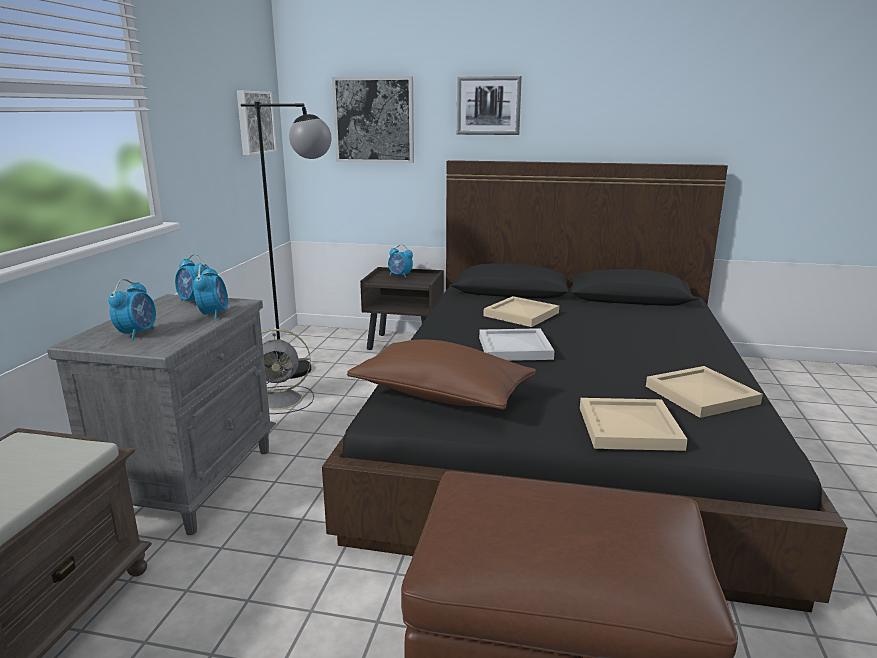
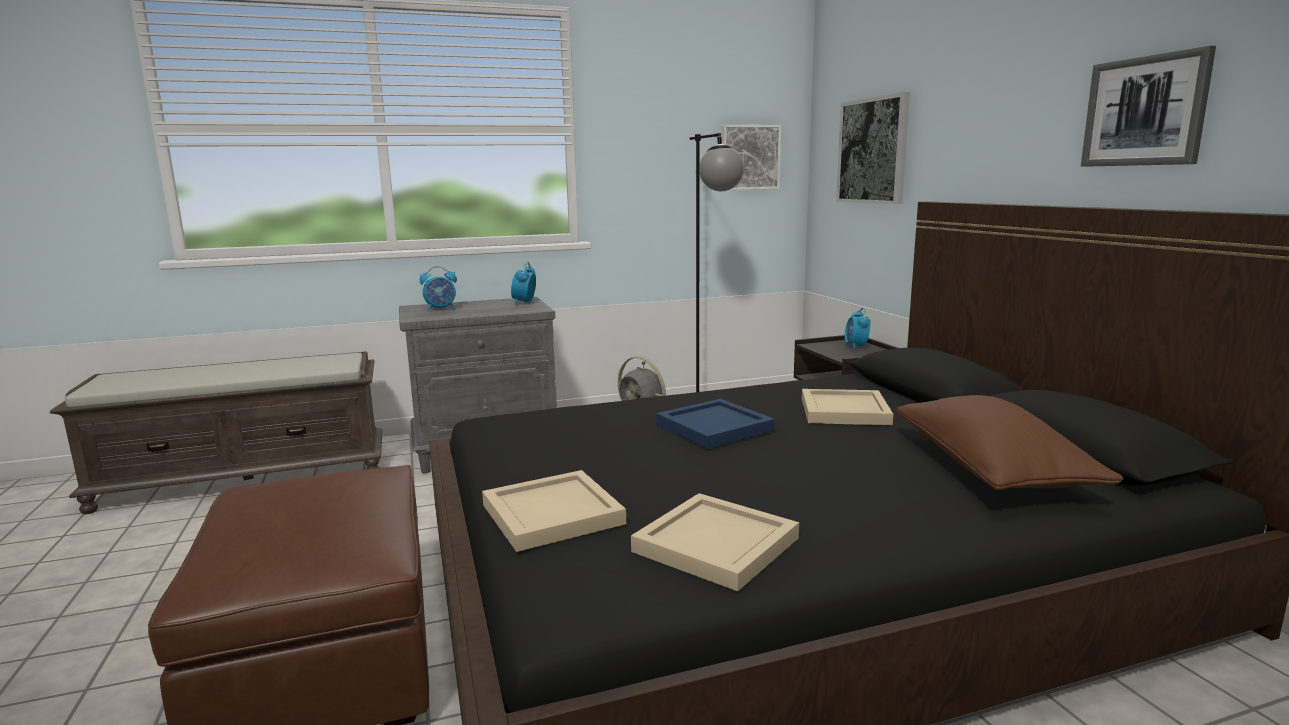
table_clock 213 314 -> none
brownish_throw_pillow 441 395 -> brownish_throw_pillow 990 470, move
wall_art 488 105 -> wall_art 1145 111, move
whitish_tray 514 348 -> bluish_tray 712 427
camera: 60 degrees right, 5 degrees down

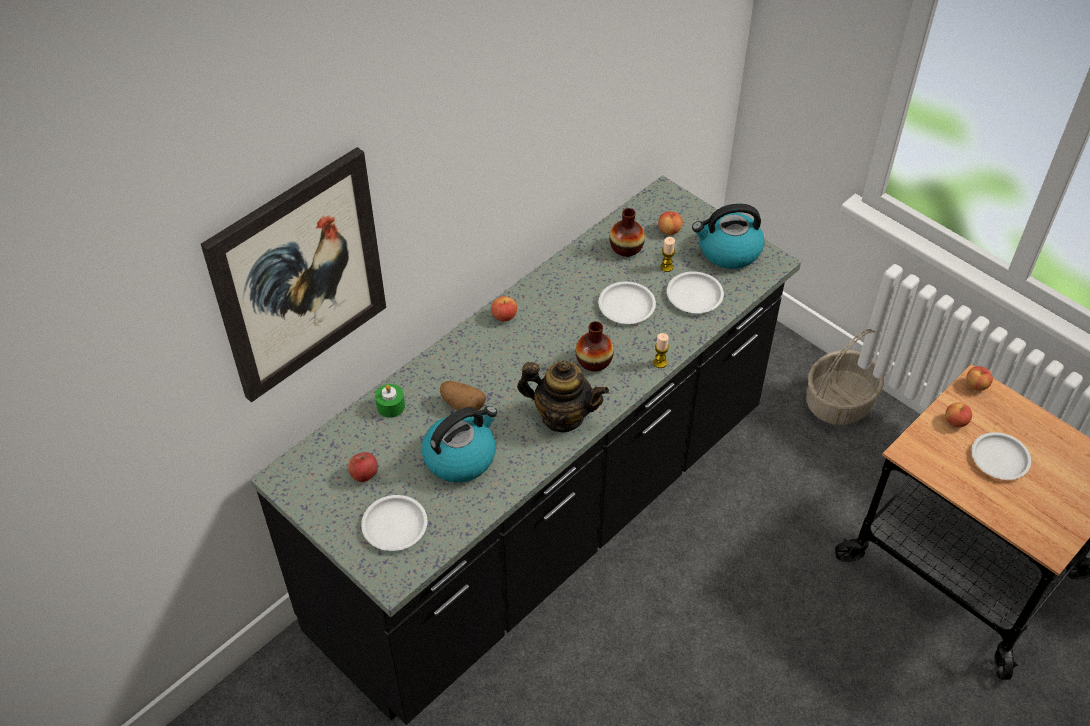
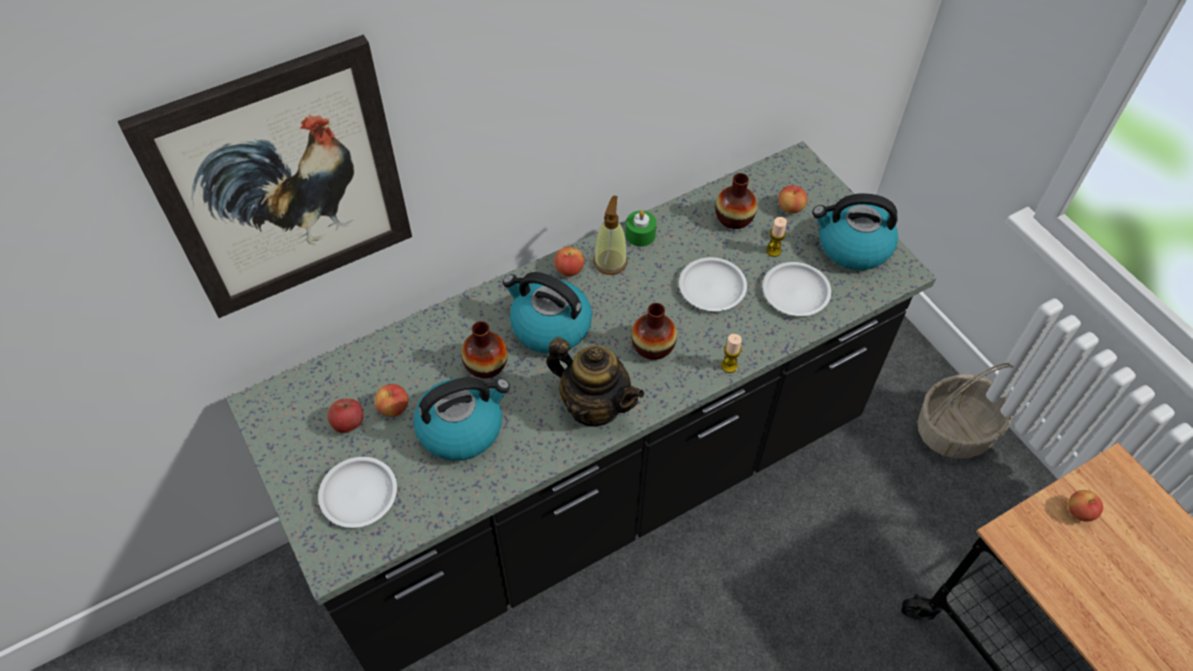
green_wax_light 391 406 -> green_wax_light 640 235, move
spud 462 404 -> decorative_vase 486 364
whole_apple 976 385 -> whole_apple 393 408, move
whitish_dinner_plate 999 458 -> none
none -> water_kettle 549 326
none -> liquid_soap_bottle 610 261
camera: 15 degrees right, 5 degrees up

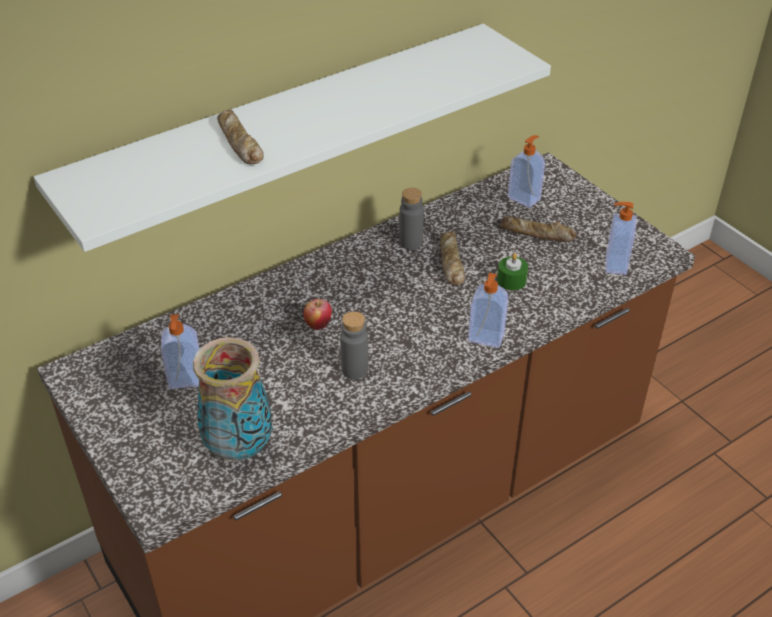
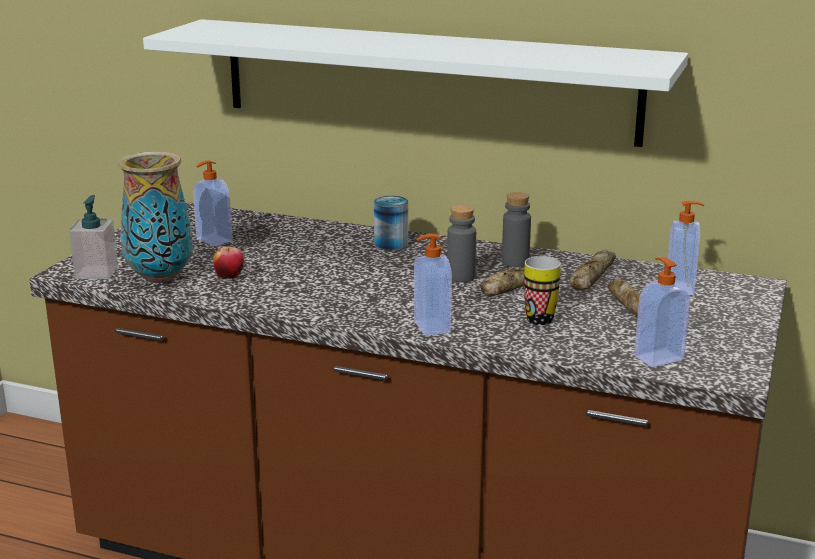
bakery_bread 239 143 -> bakery_bread 591 276, move
whole_apple 318 324 -> whole_apple 229 277, move
gray_bottle 355 369 -> gray_bottle 461 277, move
green_wax_light 511 280 -> mug 537 316
none -> liquid_soap_bottle 96 272
none -> can 391 244
camera: 55 degrees right, 20 degrees down

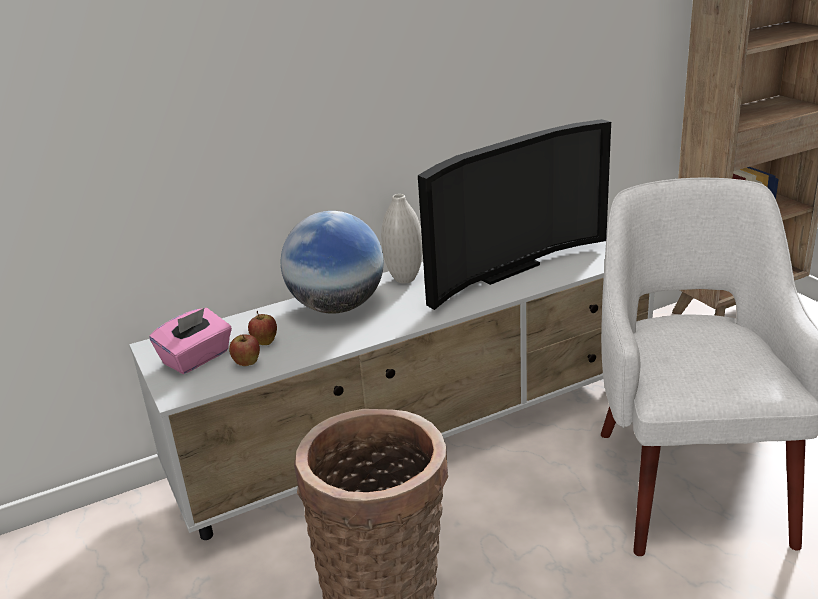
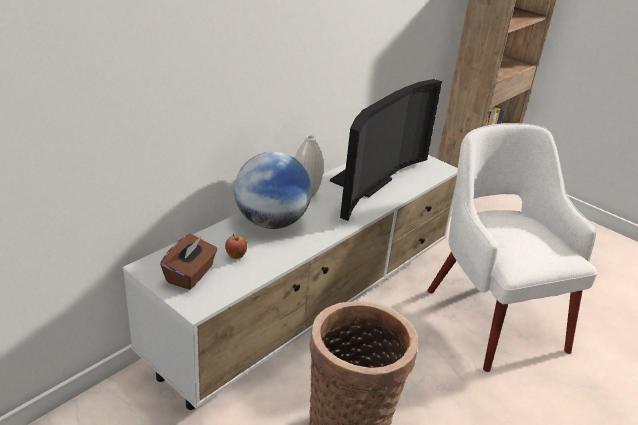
pink-coloured_box_of_tissues 197 358 -> brownish_box_of_tissues 190 275
whole_apple 247 364 -> none
camera: 25 degrees left, 5 degrees up

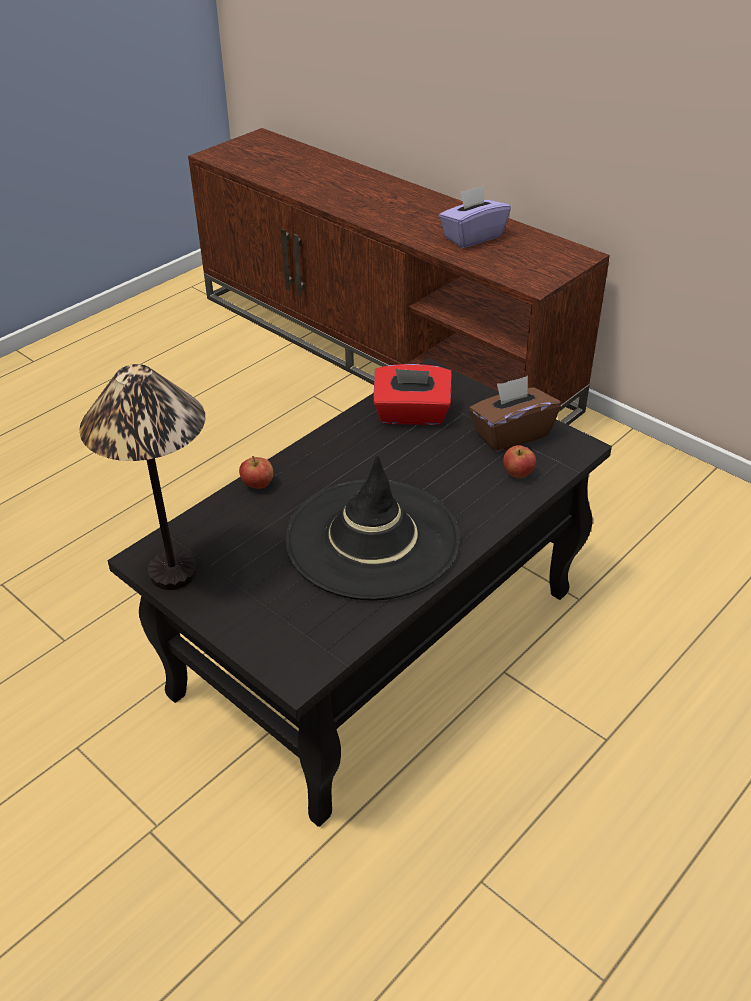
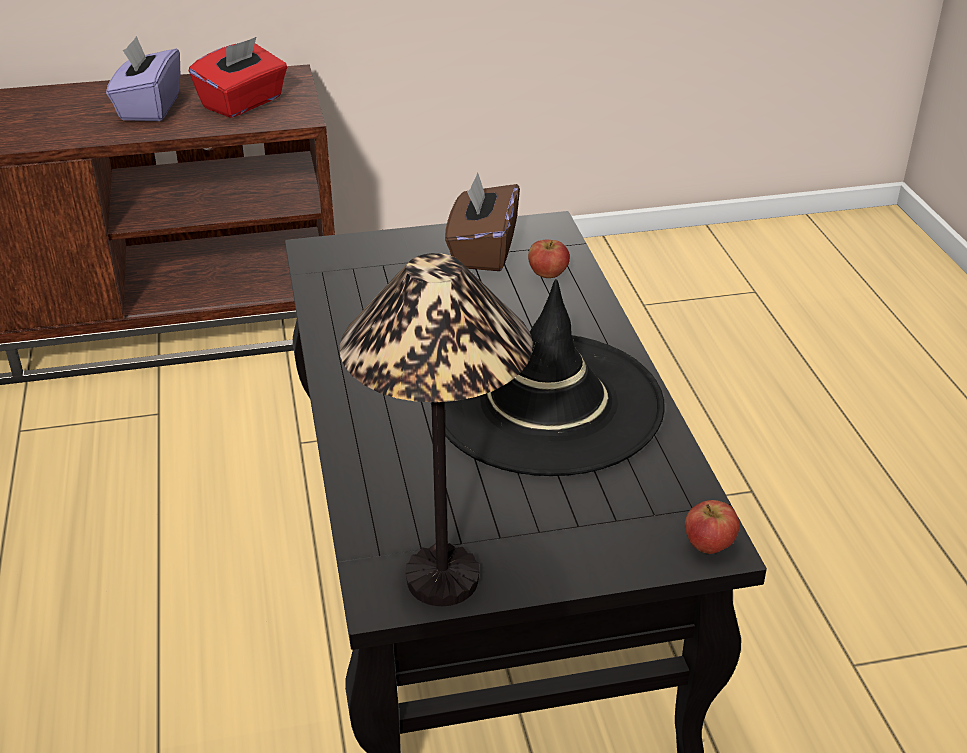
whole_apple 258 485 -> whole_apple 709 546, move
red-coloured_box_of_tissues 411 415 -> red-coloured_box_of_tissues 243 103, move
camera: 55 degrees left, 5 degrees down

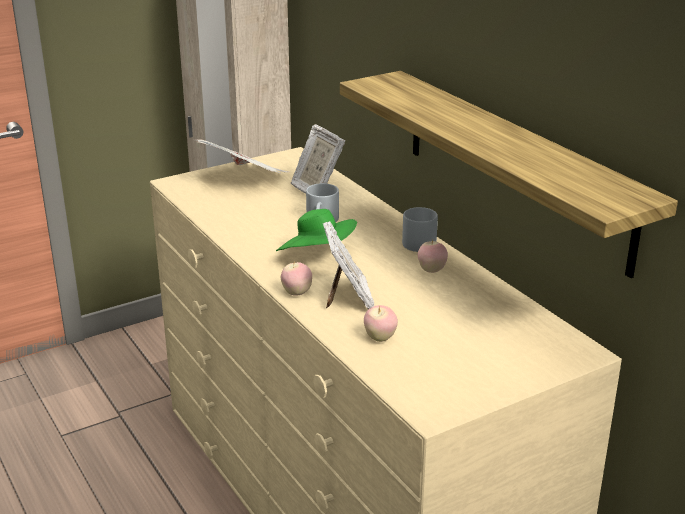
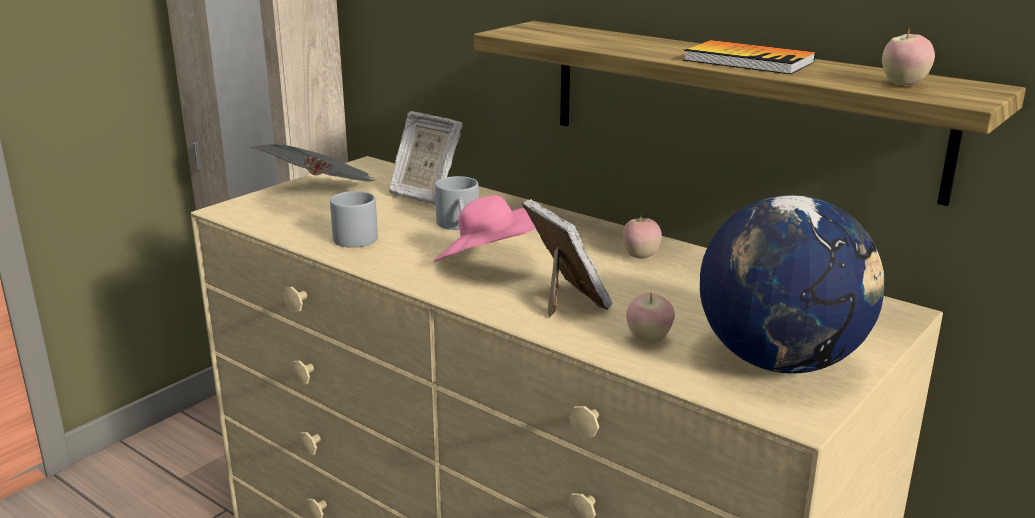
green_clothing_hat 318 256 -> pink-coloured_clothing_hat 487 262
whole_apple 297 293 -> whole_apple 903 85, move
gray_mug 417 241 -> gray_mug 352 236, move
none -> book 748 61
none -> globe 780 361
camera: 20 degrees left, 5 degrees down

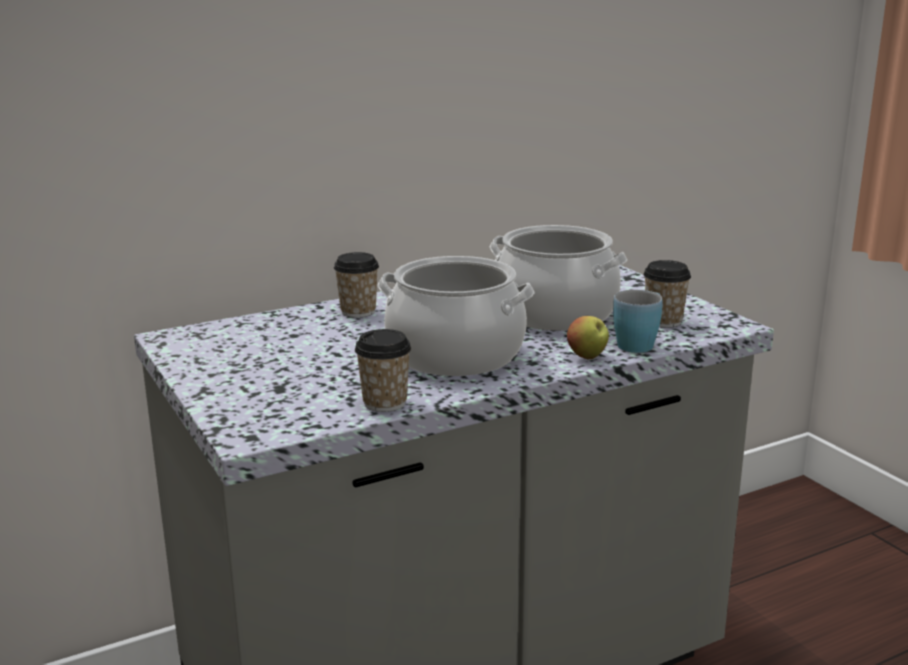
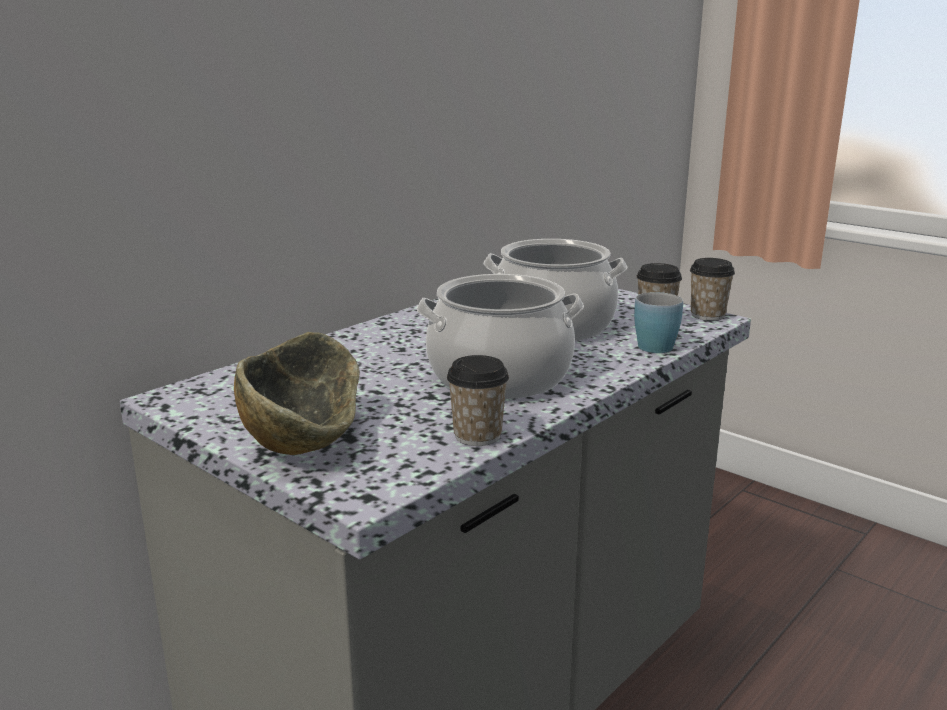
small_cup 358 311 -> small_cup 707 315, move
whole_apple 587 357 -> none
none -> deep_dish 305 443
camera: 20 degrees left, 0 degrees up

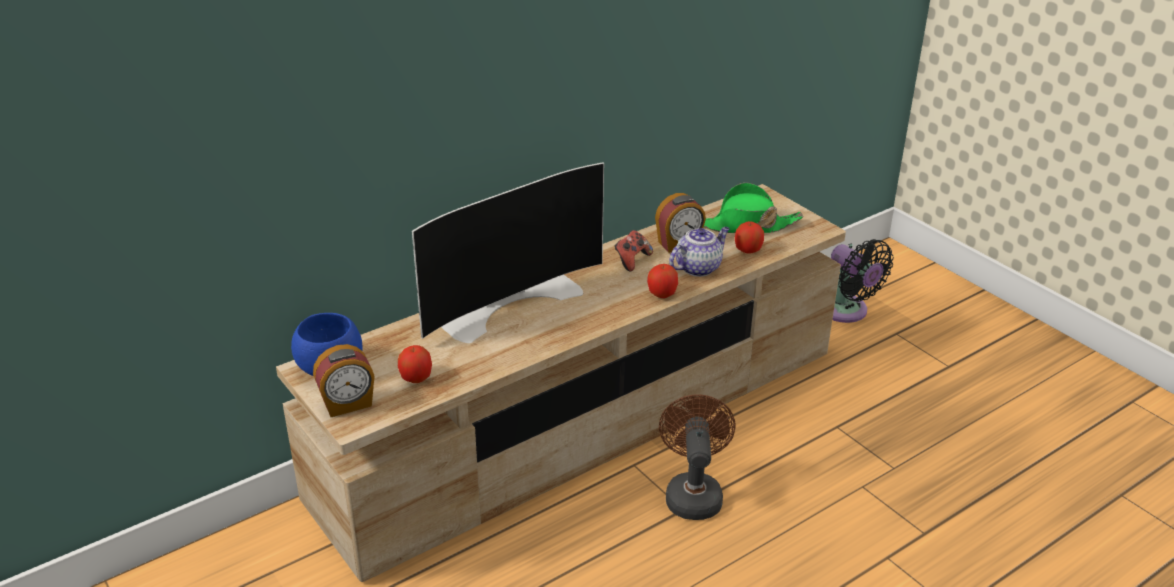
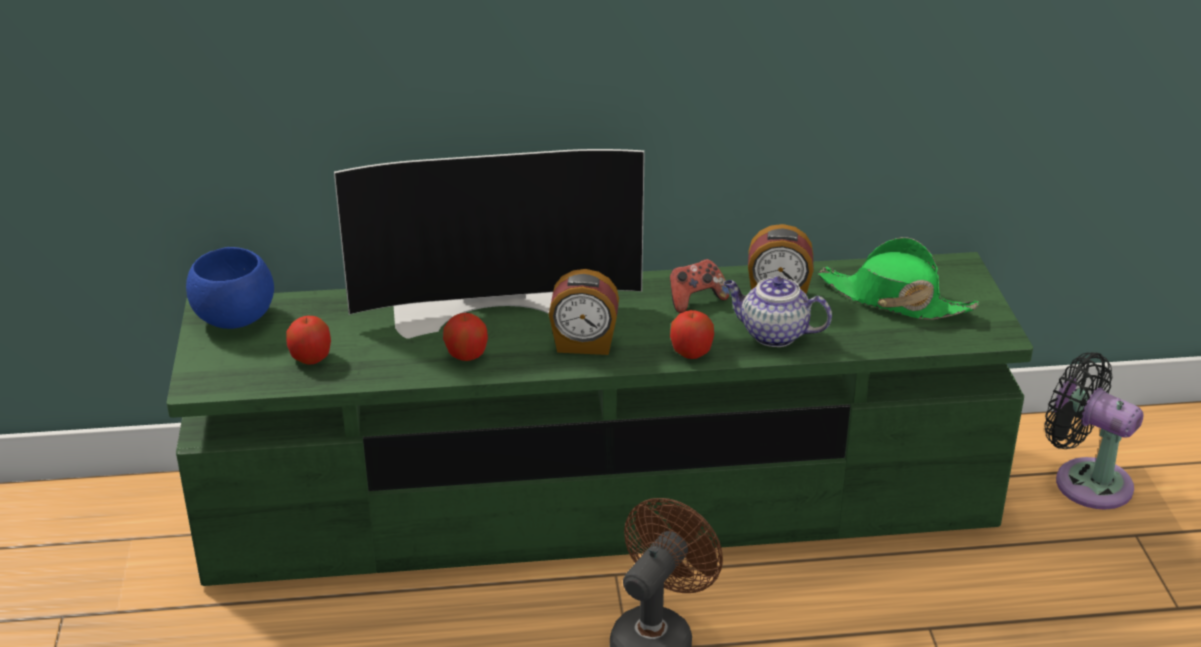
sand-coloured_tv_unit 585 424 -> green_tv_unit 600 503
table_clock 348 404 -> table_clock 584 345, move
tea_pot 698 267 -> tea_pot 772 334, 150 degrees counterclockwise
whole_apple 747 250 -> whole_apple 466 355, move
black_electric_fan 846 311 -> black_electric_fan 1085 480, 135 degrees clockwise
camera: 30 degrees right, 0 degrees up

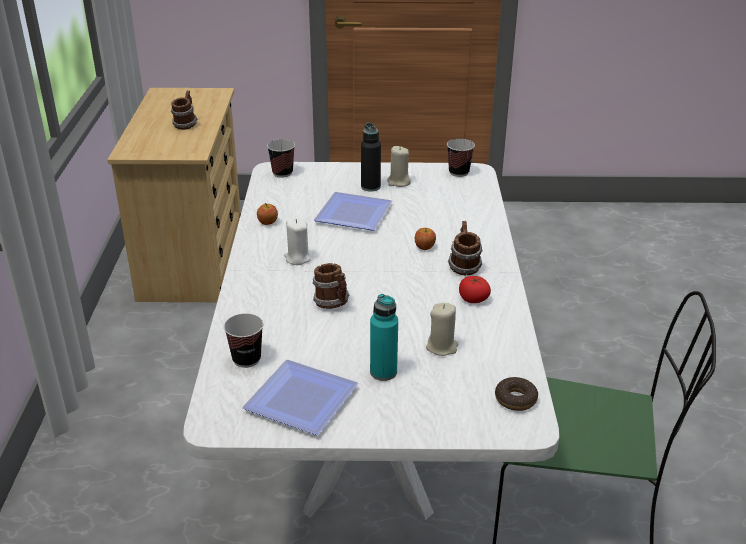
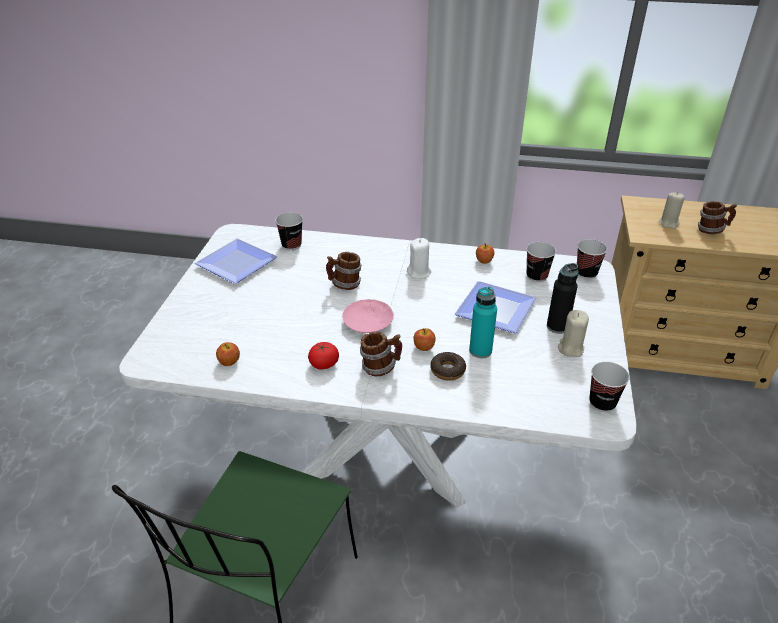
turquoise_bottle 383 372 -> turquoise_bottle 480 351, move
sand-coloured_wax_light 442 347 -> sand-coloured_wax_light 668 223, move
doughnut 515 399 -> doughnut 447 370, move
none -> whole_apple 229 362
none -> pink-coloured_dinner_plate 368 321
none -> small_cup 536 276
camera: 100 degrees right, 5 degrees up

